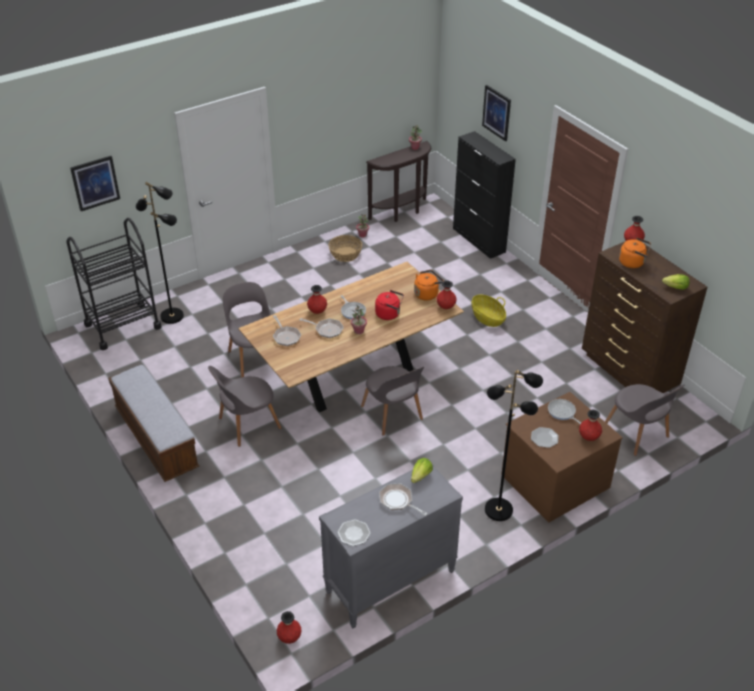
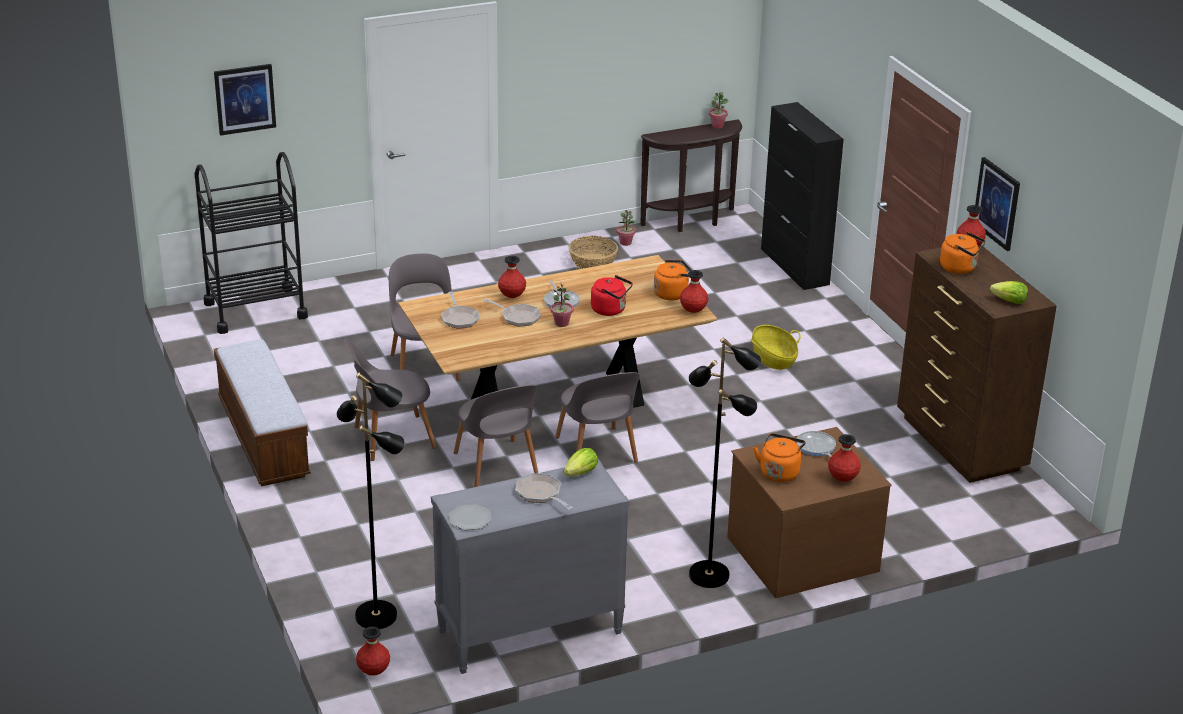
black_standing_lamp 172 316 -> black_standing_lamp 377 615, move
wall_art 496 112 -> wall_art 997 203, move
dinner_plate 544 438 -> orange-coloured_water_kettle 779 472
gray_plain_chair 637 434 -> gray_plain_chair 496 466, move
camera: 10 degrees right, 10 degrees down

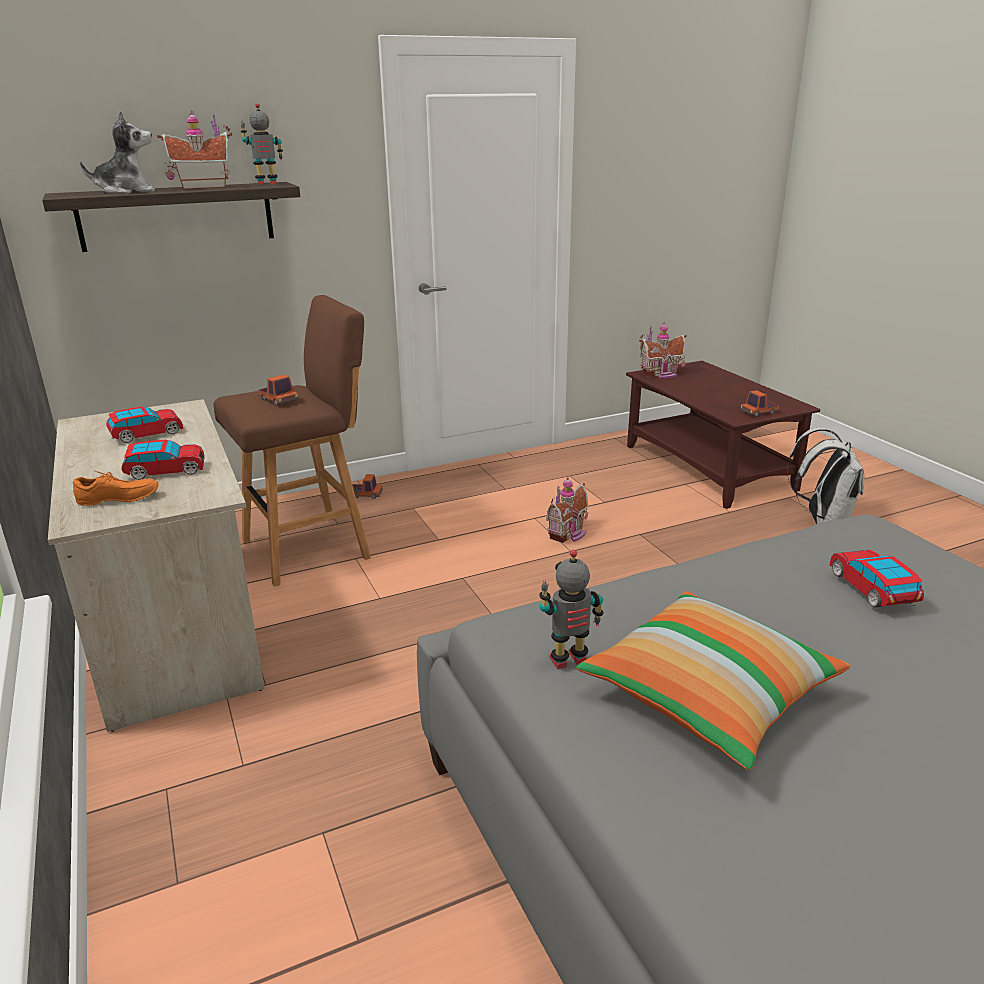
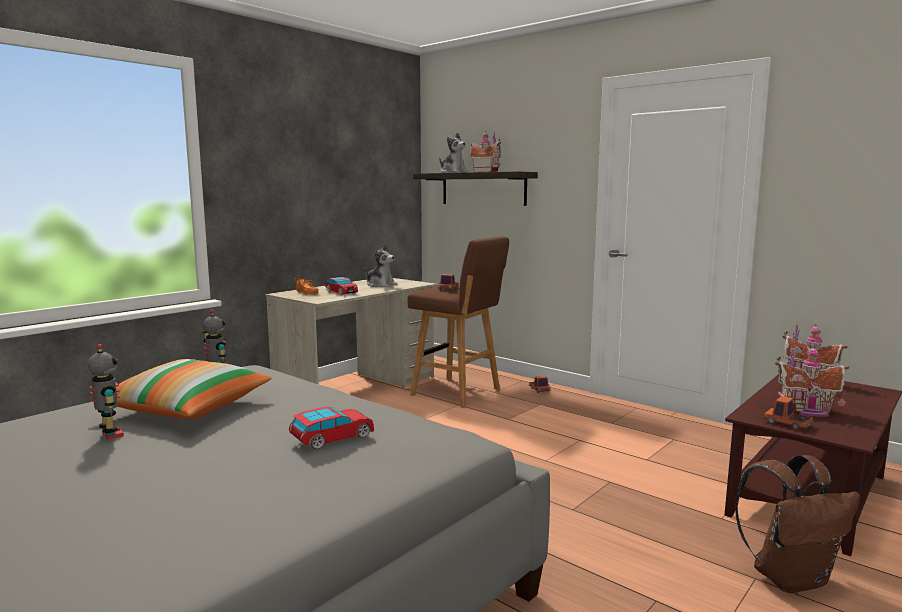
model_car 146 434 -> cuddly_toy 380 285
robot_figure 267 183 -> robot_figure 110 435, move
toy_house 569 534 -> toy_house 808 411, move
whitish_backpack 822 521 -> brownish_backpack 790 577
camera: 65 degrees right, 15 degrees down

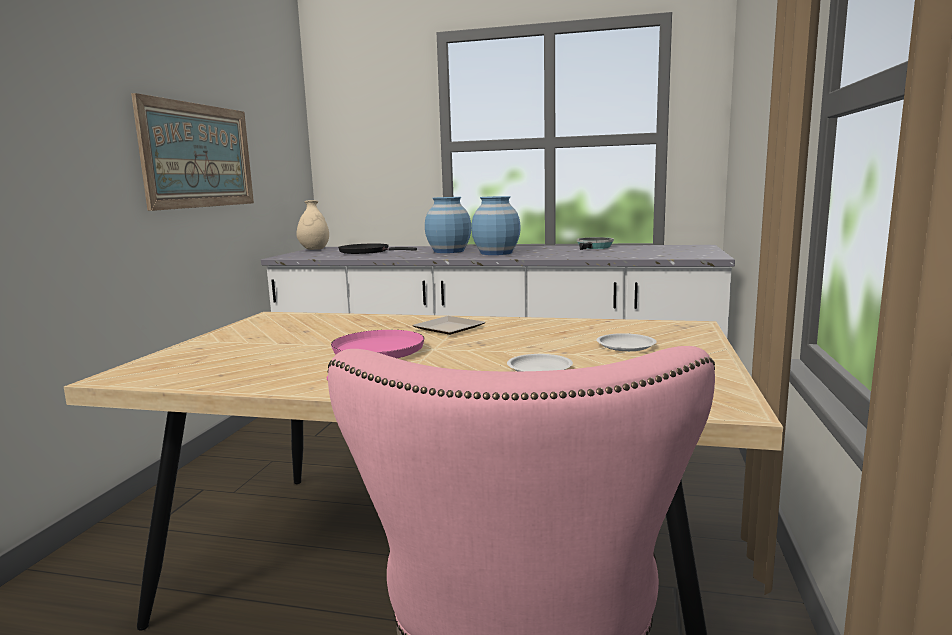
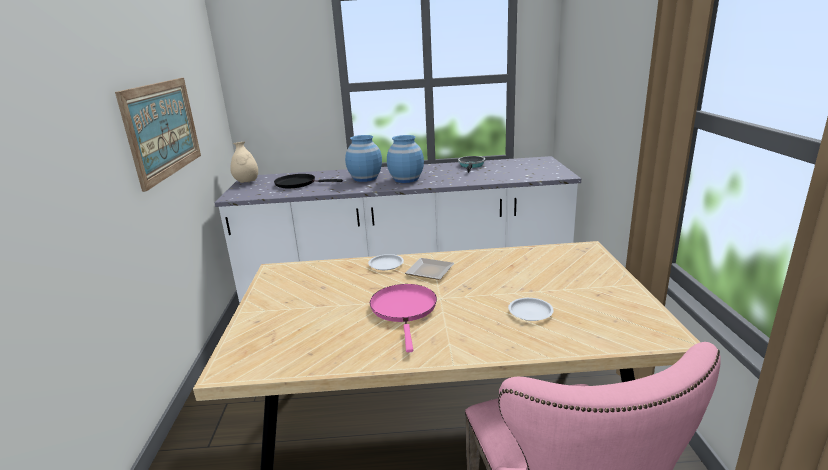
whitish_dinner_plate 625 346 -> whitish_dinner_plate 386 264, move
camera: 15 degrees left, 10 degrees up

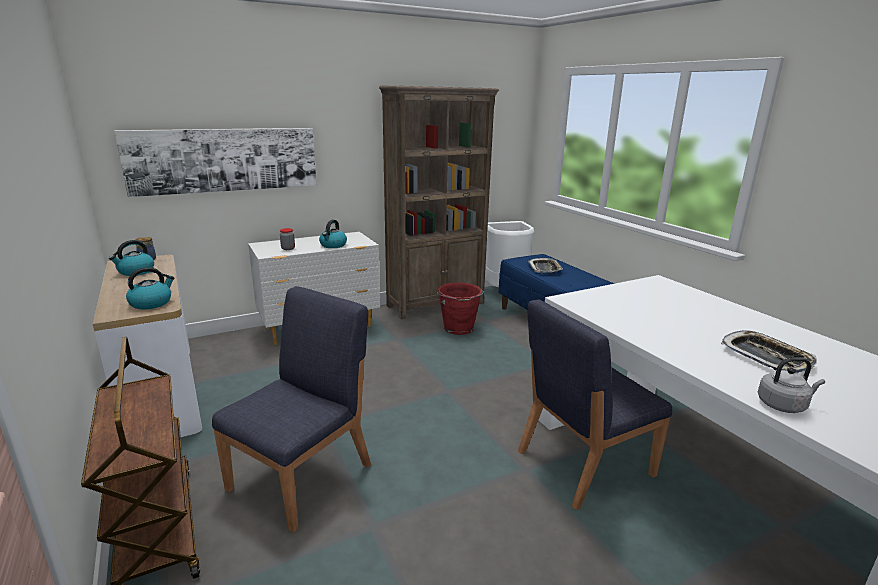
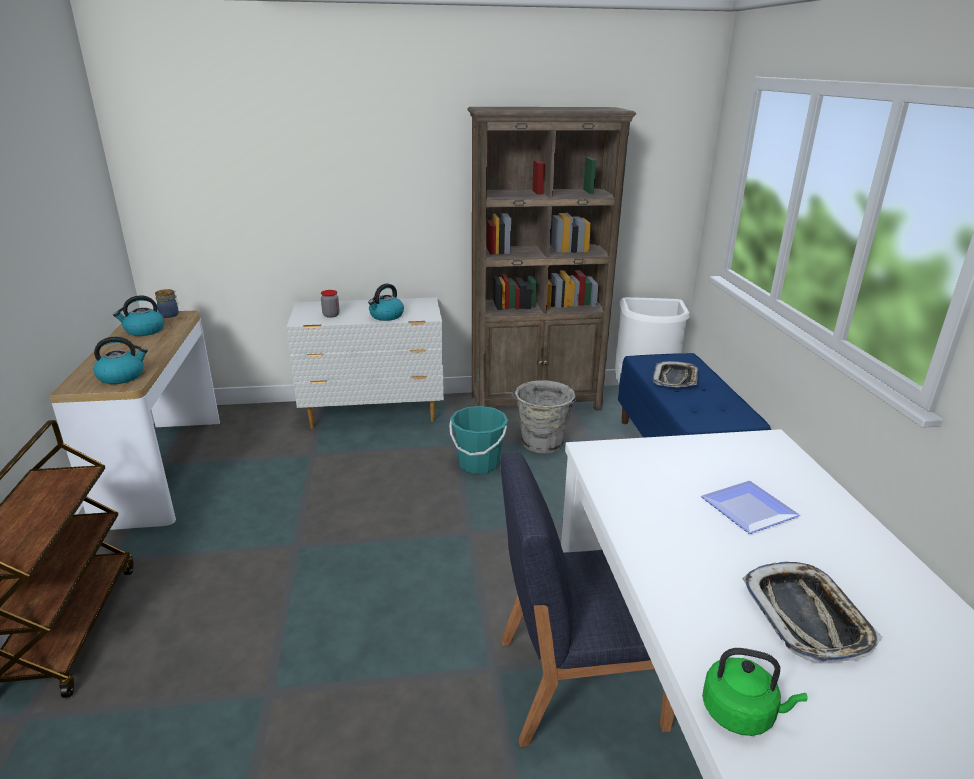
wall_art 224 160 -> none
bluish_plain_chair 303 476 -> none
red-coloured_pail 458 329 -> gray_pail 541 444
gray_water_kettle 783 405 -> green_water_kettle 741 713
none -> turquoise_pail 478 464
none -> dinner_plate 745 509
camera: 20 degrees right, 5 degrees up

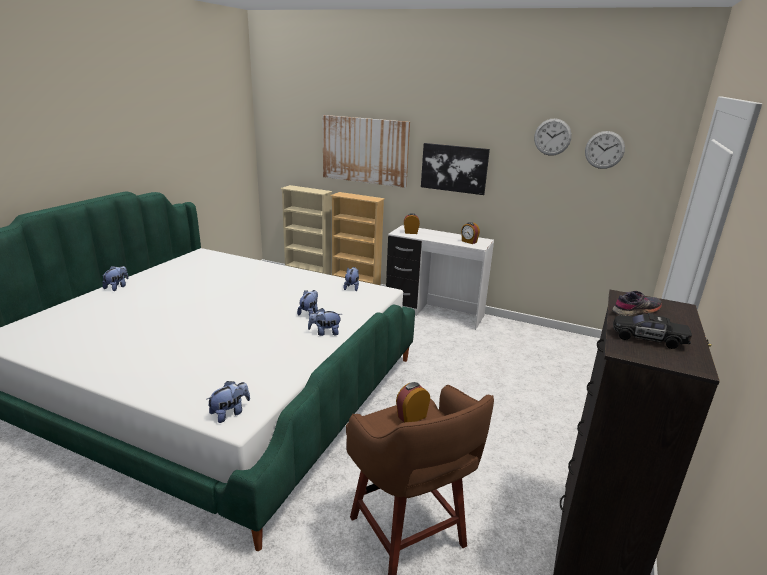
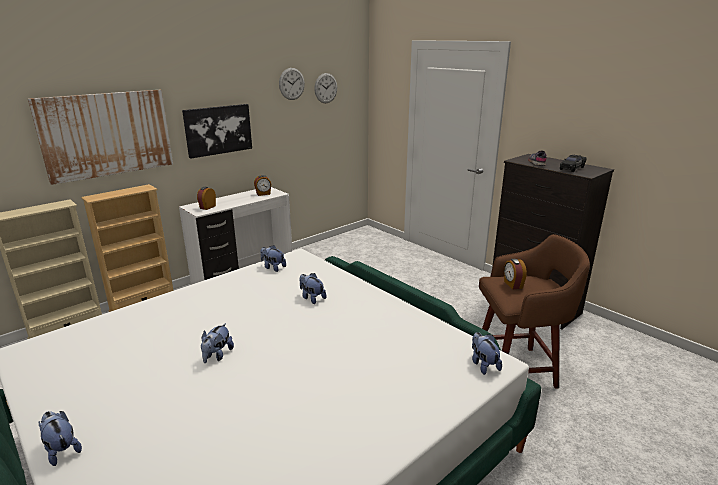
cuddly_toy 325 333 -> cuddly_toy 217 355, move
camera: 65 degrees left, 0 degrees up

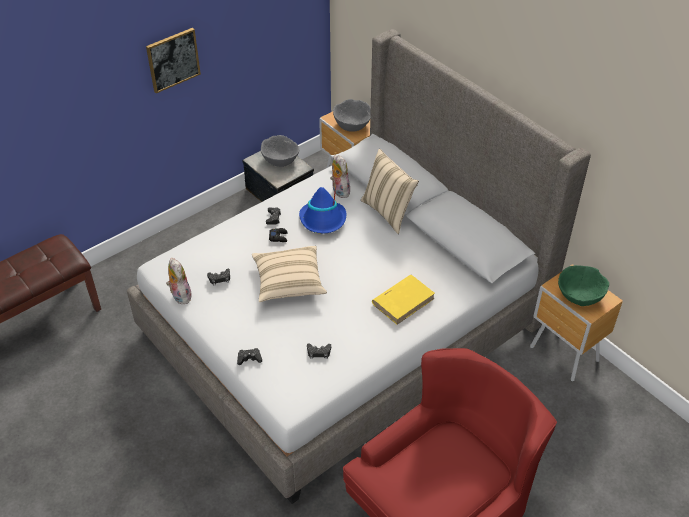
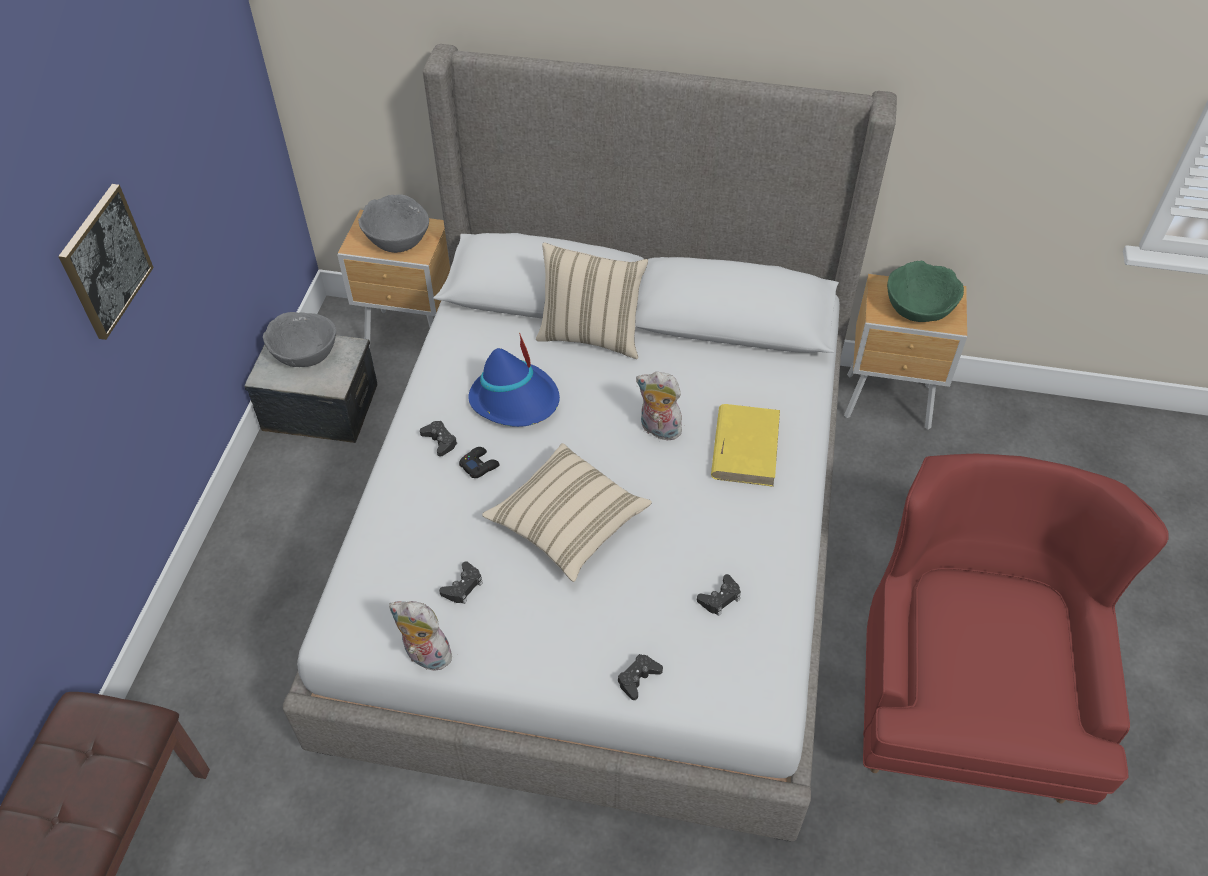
cuddly_toy 339 191 -> cuddly_toy 658 430, move
camera: 40 degrees left, 5 degrees up

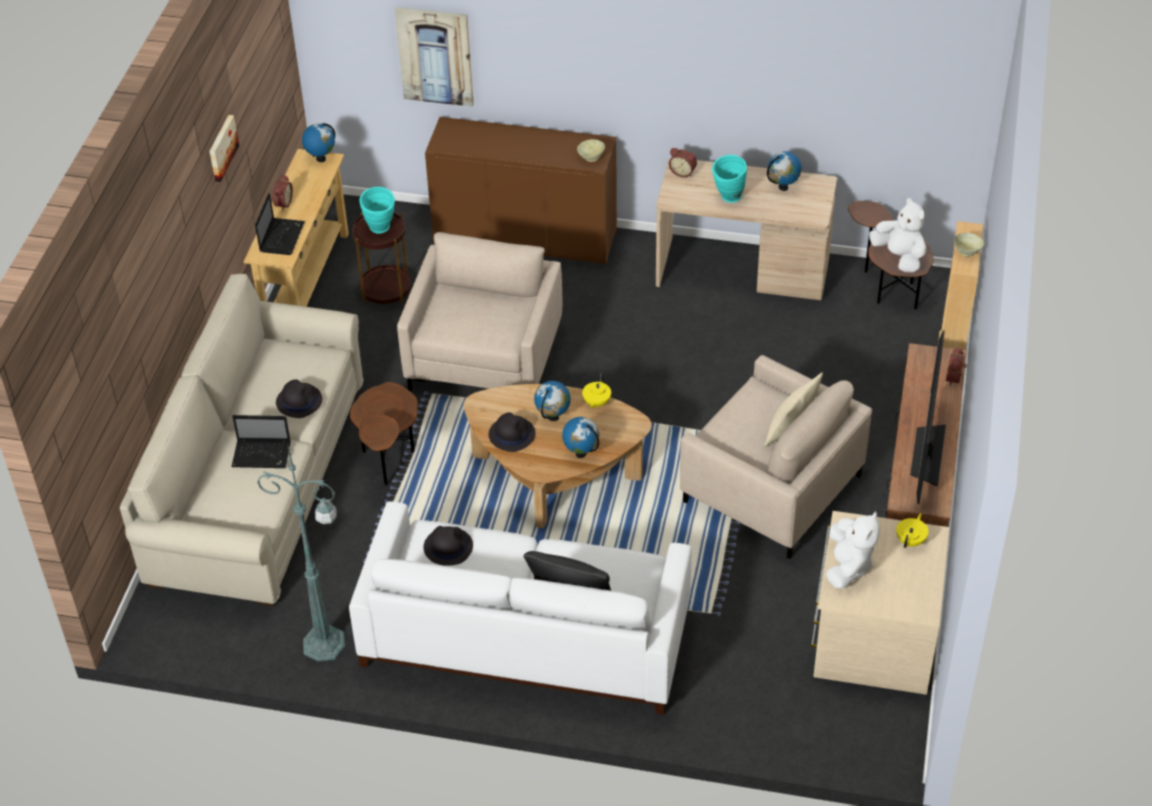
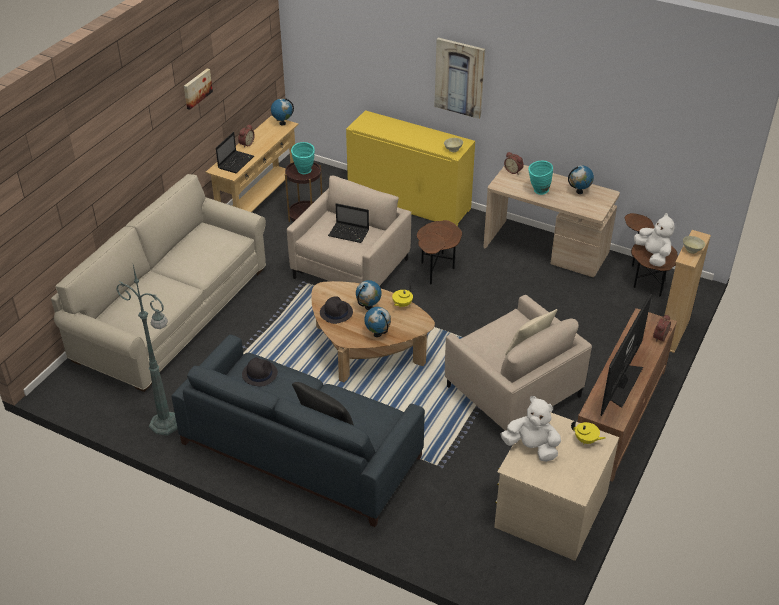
portable_computer 263 455 -> portable_computer 349 233, move
black_clothing_hat 299 401 -> none
whitish_couch 525 634 -> bluish_couch 301 449
brownish_side_table 388 459 -> brownish_side_table 436 270, move
wall_art 435 56 -> wall_art 459 77, move
brownish_cabinet 525 236 -> yellow-coloured_cabinet 409 202
whitish_cuddly_toy 848 566 -> whitish_cuddly_toy 531 447, 90 degrees counterclockwise
yellow-coloured_tea_pot 911 540 -> yellow-coloured_tea_pot 586 440, 75 degrees clockwise
camera: 15 degrees right, 5 degrees down

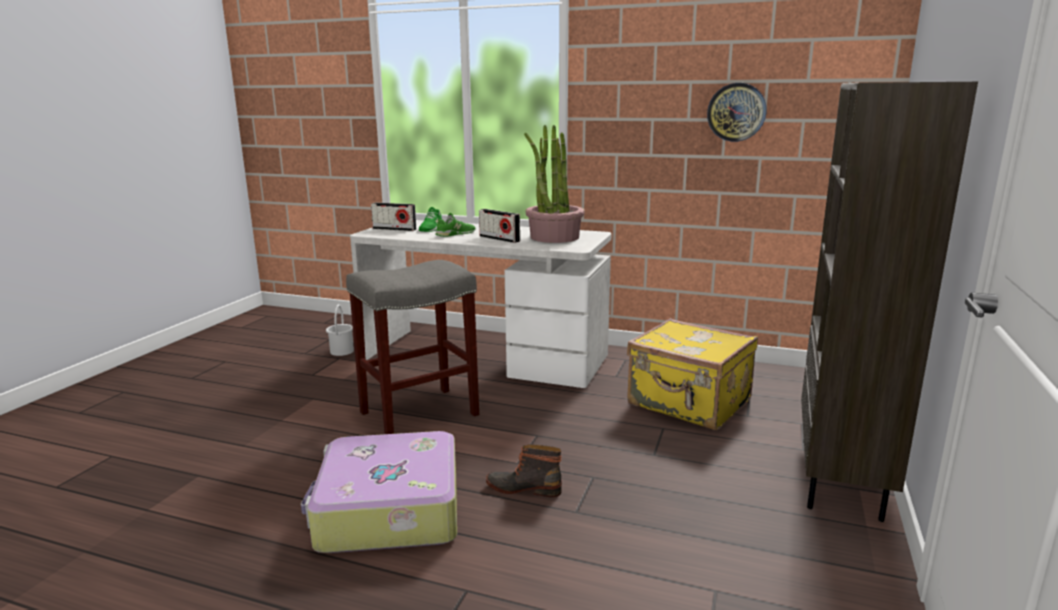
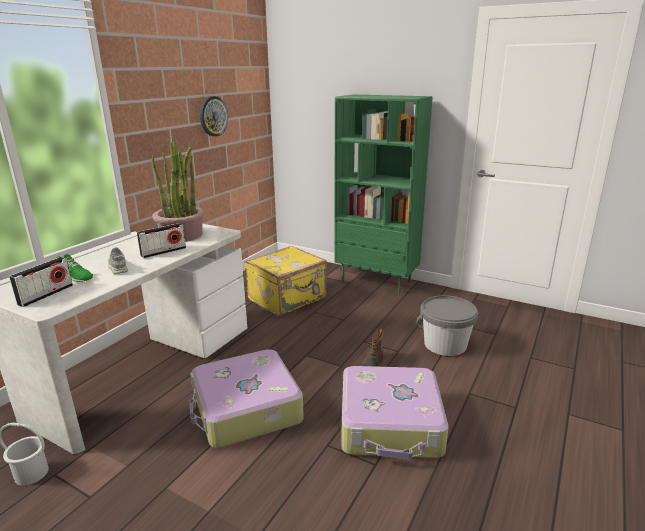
gray_stool_seat 418 414 -> travel_case 246 409
green_item_of_footwear 455 234 -> gray_item_of_footwear 118 267
brownish_bookcase 842 478 -> green_bookcase 377 281
none -> gray_pail 445 344
camera: 80 degrees left, 5 degrees up

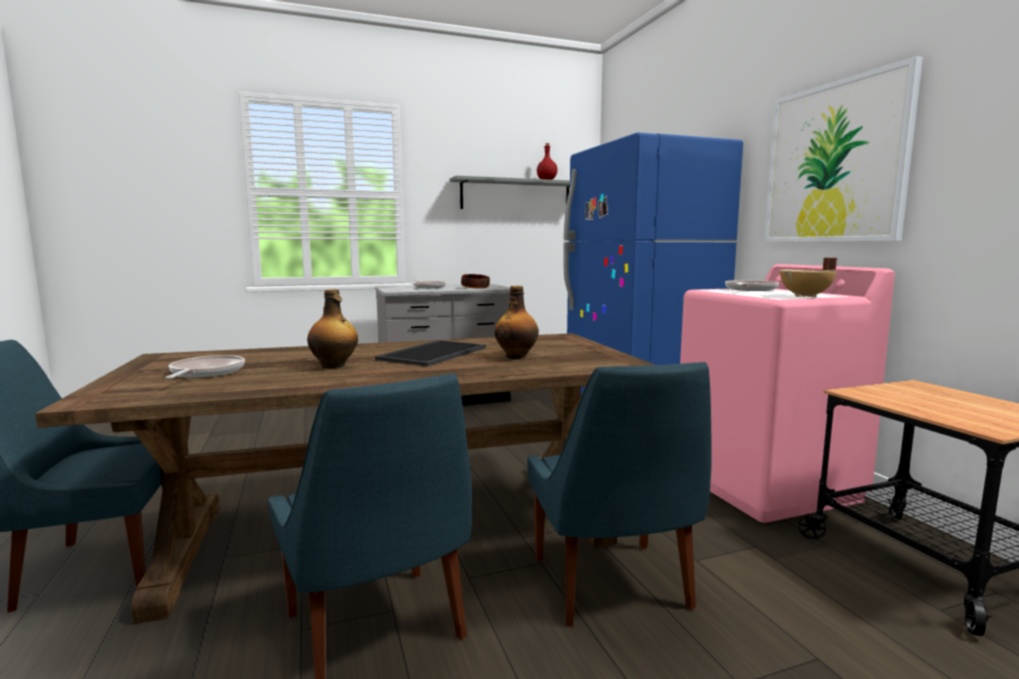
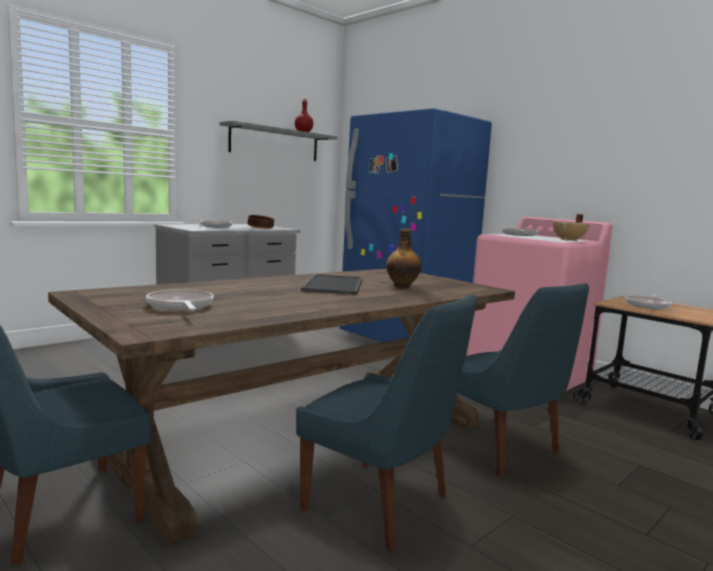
bottle 334 366 -> none
wall_art 834 163 -> none
none -> pan 647 305
camera: 25 degrees left, 0 degrees up

